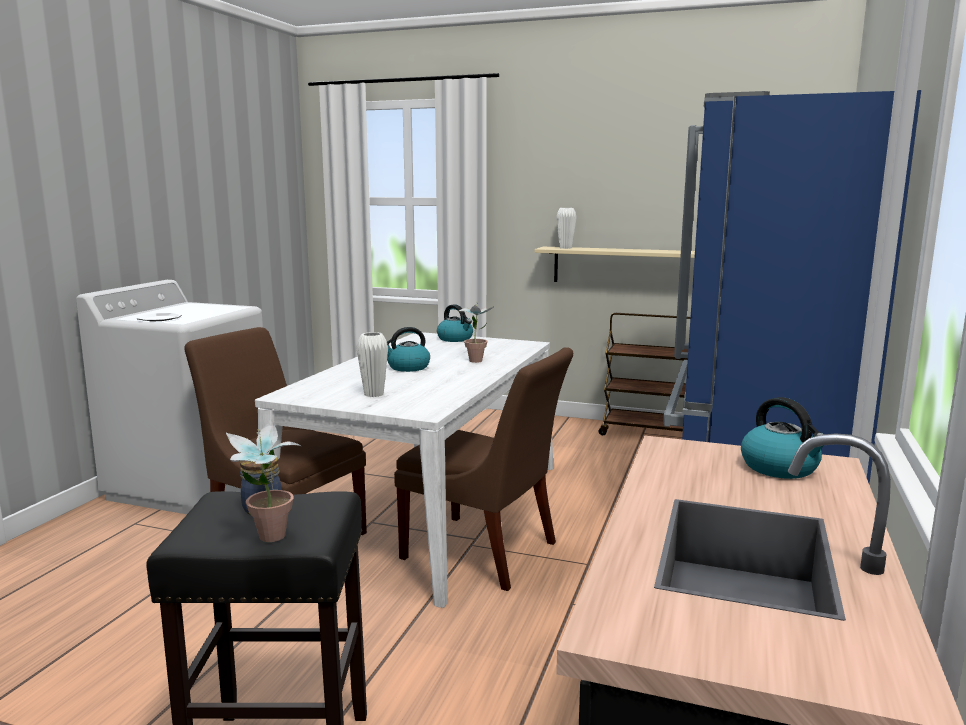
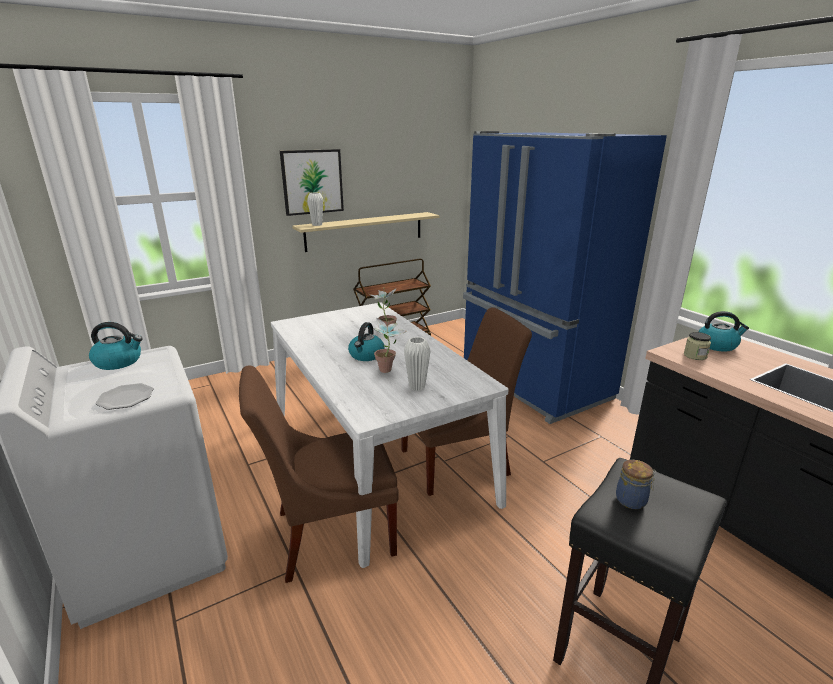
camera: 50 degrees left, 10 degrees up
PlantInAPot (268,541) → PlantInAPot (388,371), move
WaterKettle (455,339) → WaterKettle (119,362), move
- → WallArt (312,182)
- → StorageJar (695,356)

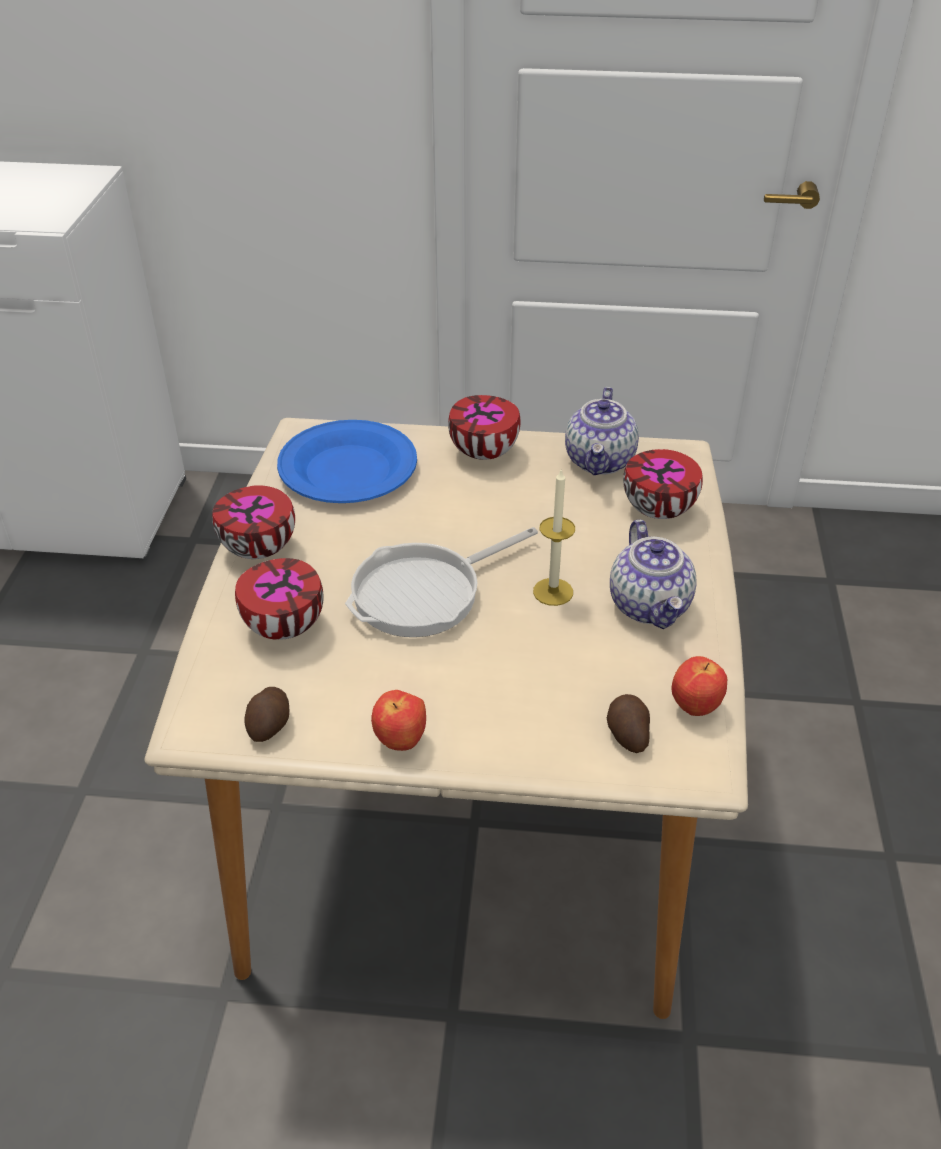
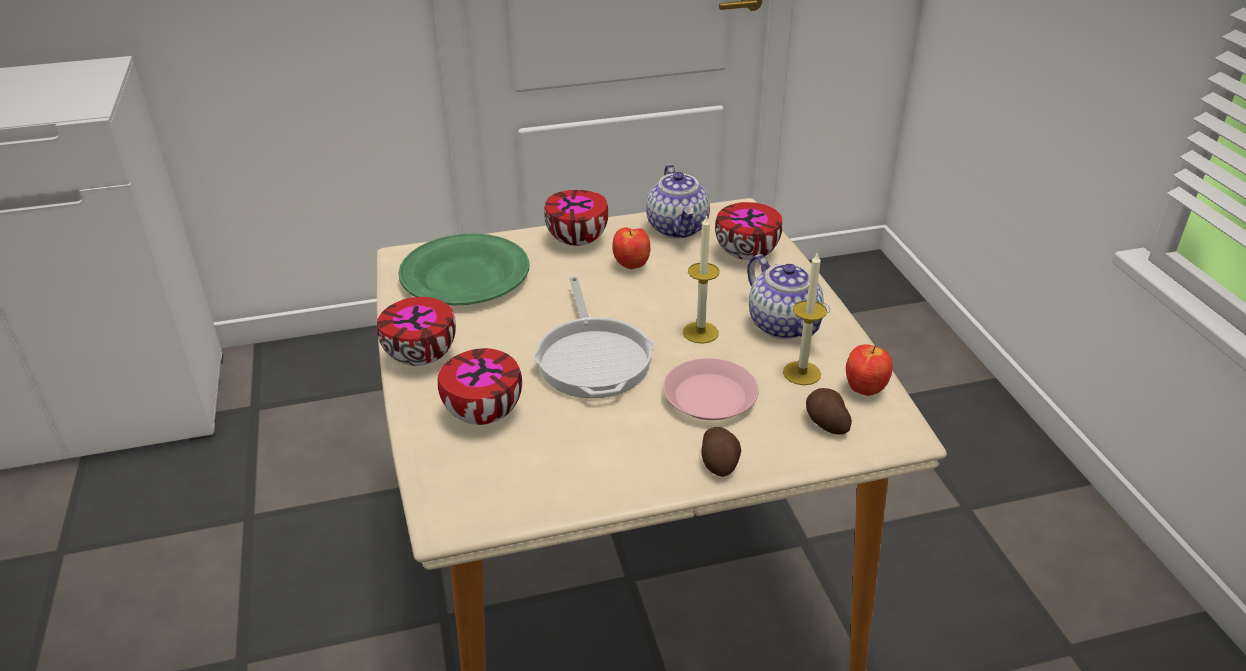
camera: 20 degrees left, 5 degrees down
Potato (270,724) → Potato (719,462), move
BlueFlatDish (348,469) → GreenishFlatDish (466,277)
Pan (424,593) → Pan (593,358), 45 degrees counterclockwise
Apple (401,741) → Apple (632,266), move
- → PinkFlatDish (710,397)
- → WaxLight (802,373)

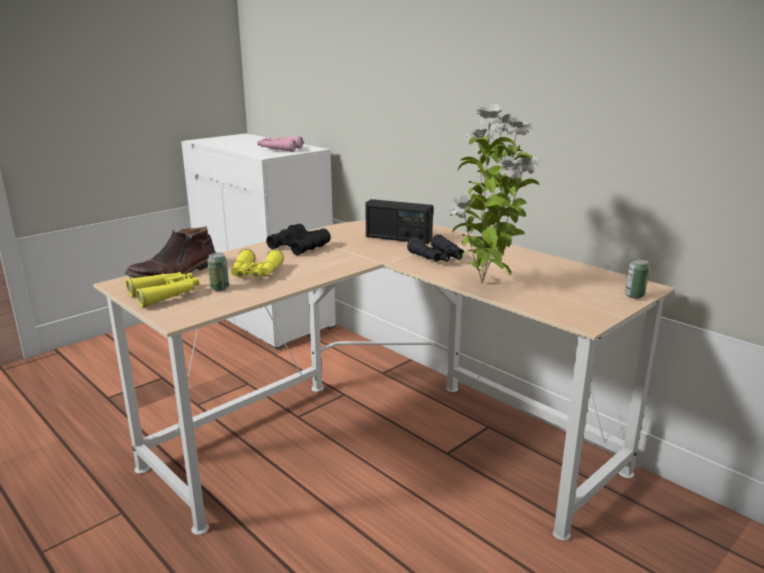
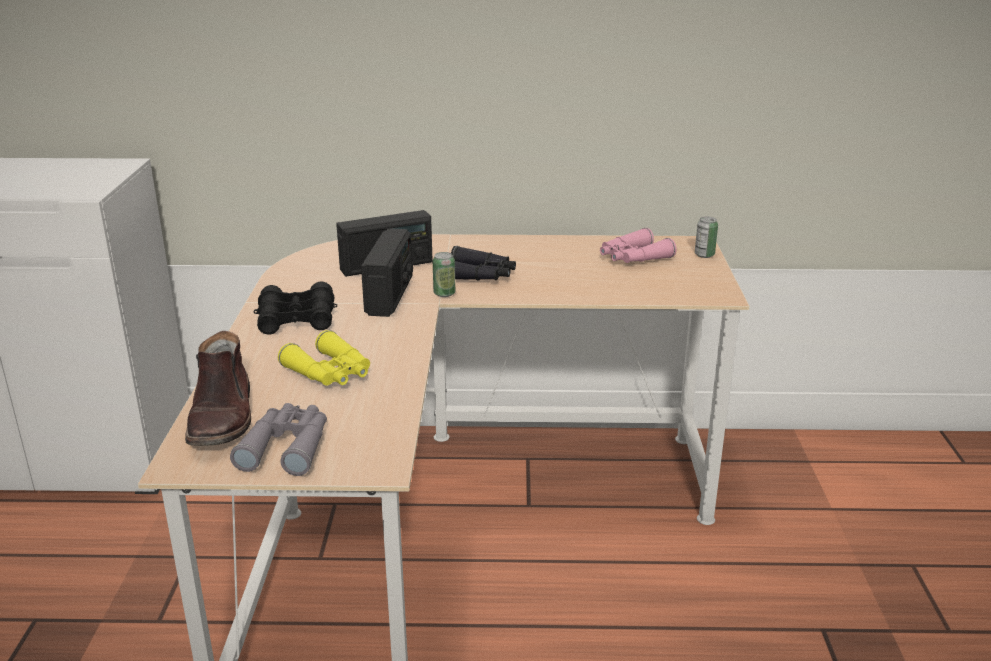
camera: 45 degrees left, 5 degrees up
YellowColouredBinoculars (166,294) → GreyBinoculars (287,447)
MetalCan (219,288) → MetalCan (444,293), move
PinkBinoculars (279,149) → PinkBinoculars (633,258), move
PlantInAPot (485,283) → -
- → RadioSet (390,295)

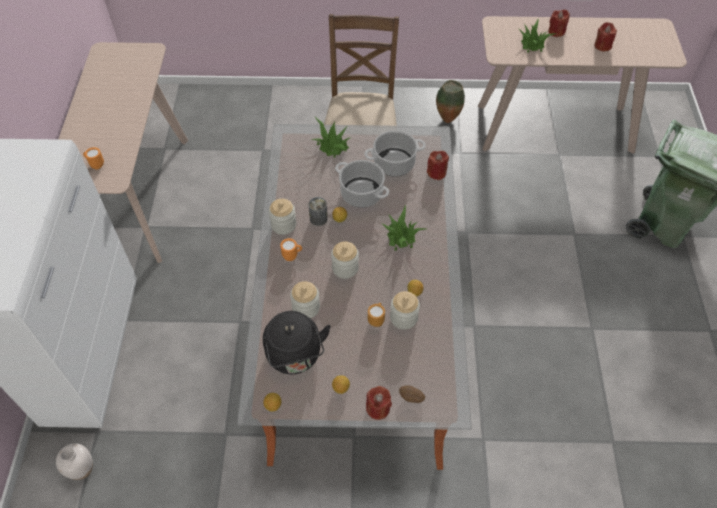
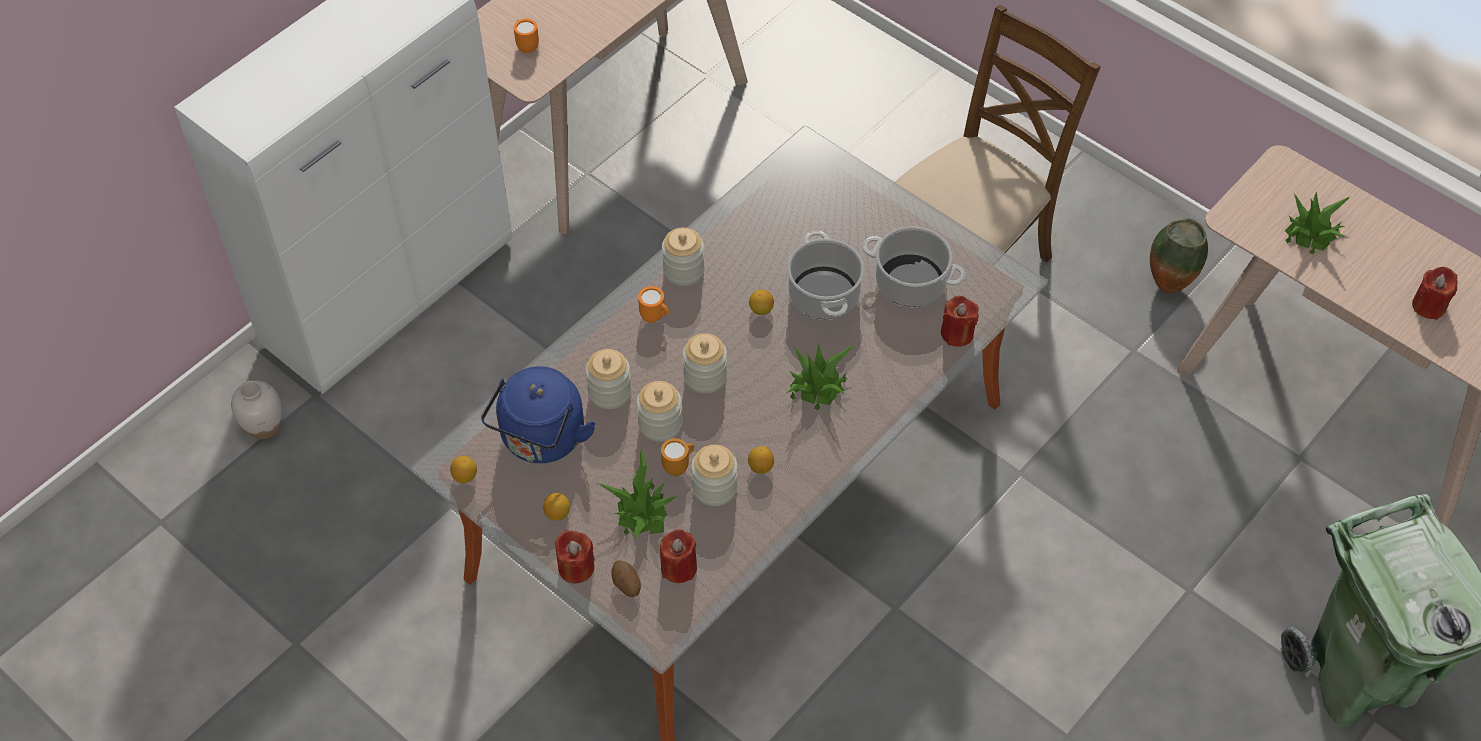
camera: 40 degrees right, 0 degrees up
BlackishWaterKettle (295,357) → BlueWaterKettle (541,440)
MetalCan (318,218) → -
PlantInAPot (332,145) → PlantInAPot (642,510), move
RedWaxLight (556,32) → RedWaxLight (679,567), move
- → StorageJar (660,424)

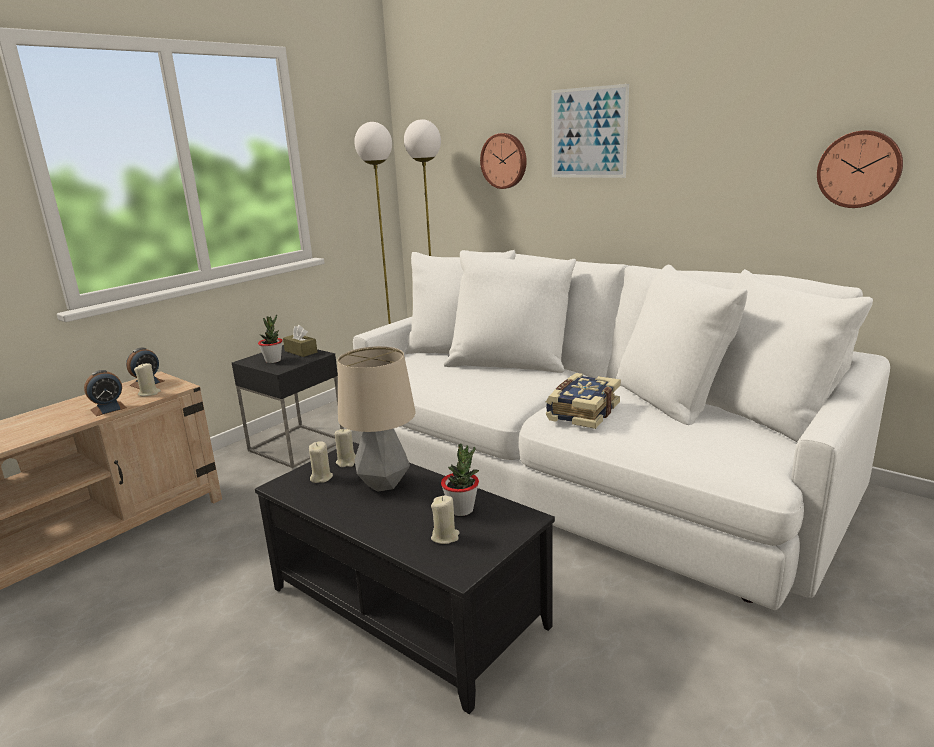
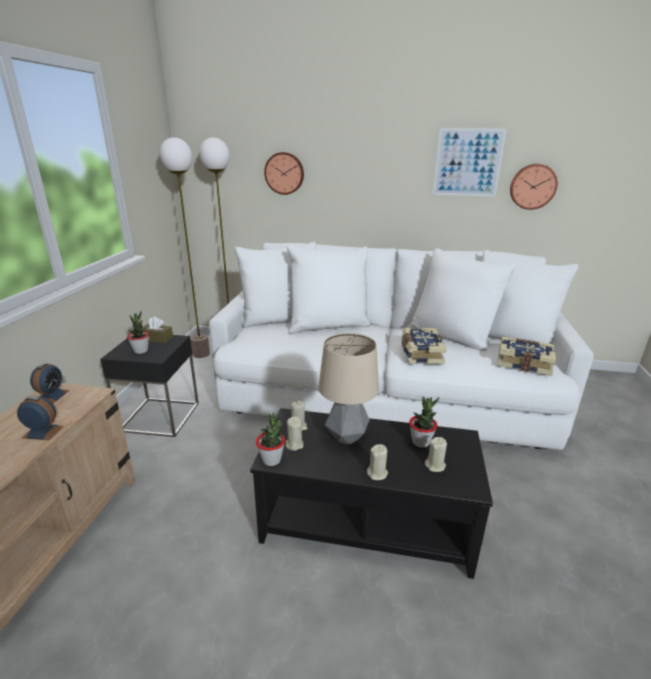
camera: 30 degrees left, 5 degrees up
BedsideClock (108,409) → BedsideClock (43,432), 105 degrees counterclockwise
SandColouredWaxLight (149,393) → SandColouredWaxLight (377,473), move
WallArt (588,133) → WallArt (468,162), move
- → PlantInAPot (271,460)
- → Book (523,363)

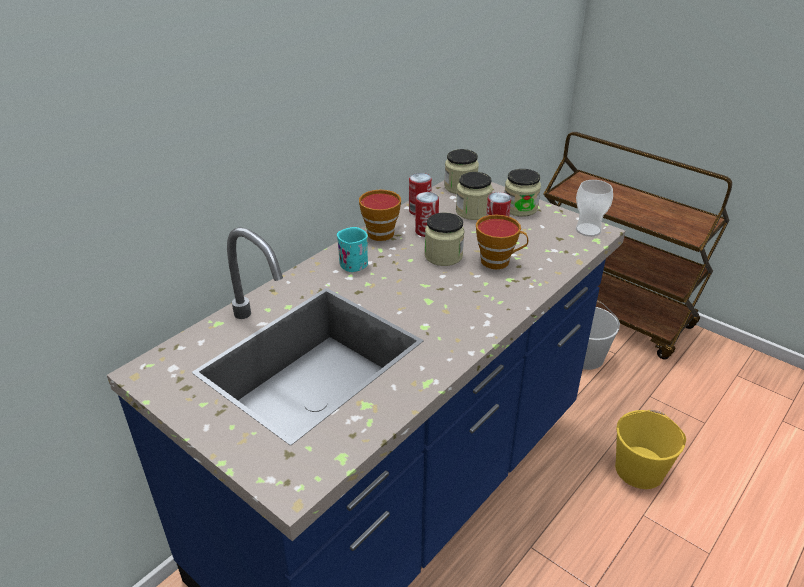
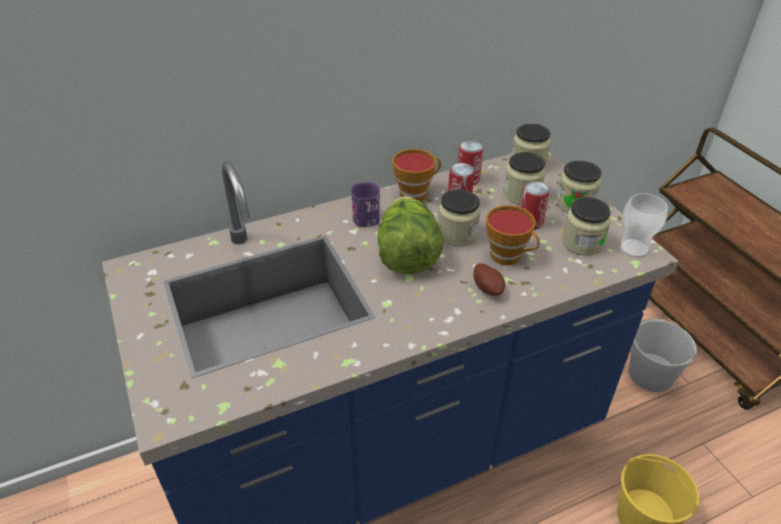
camera: 25 degrees right, 5 degrees up
BlueGreenTeaMug (350,262) → PurplishTeaMug (365,215)
- → LettuceHead (407,255)
- → Potato (488,288)
- → StorageJar (582,243)

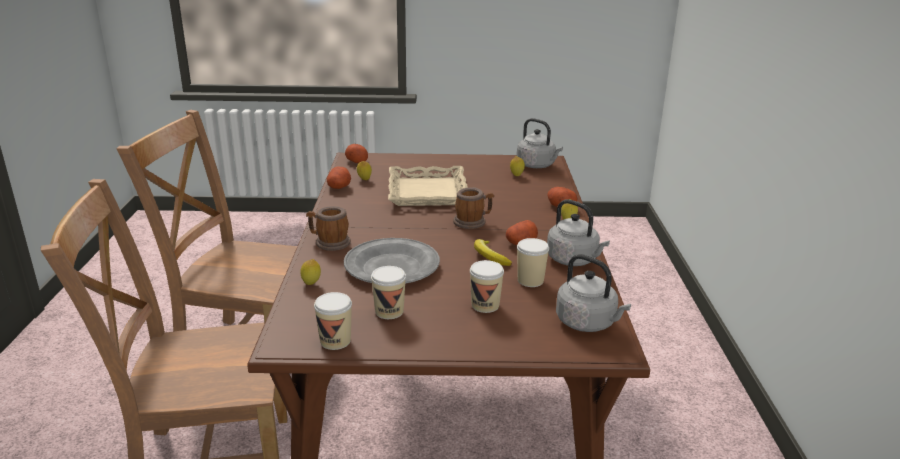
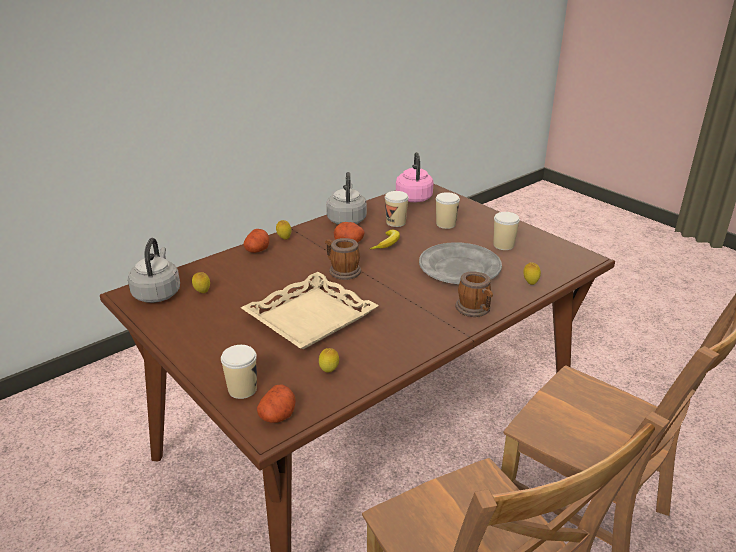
camera: 130 degrees left, 5 degrees up
DrinkingCup (335,341) → DrinkingCup (242,389), move
Potato (339,187) → -
GreyWaterKettle (588,323) → PinkWaterKettle (413,197)

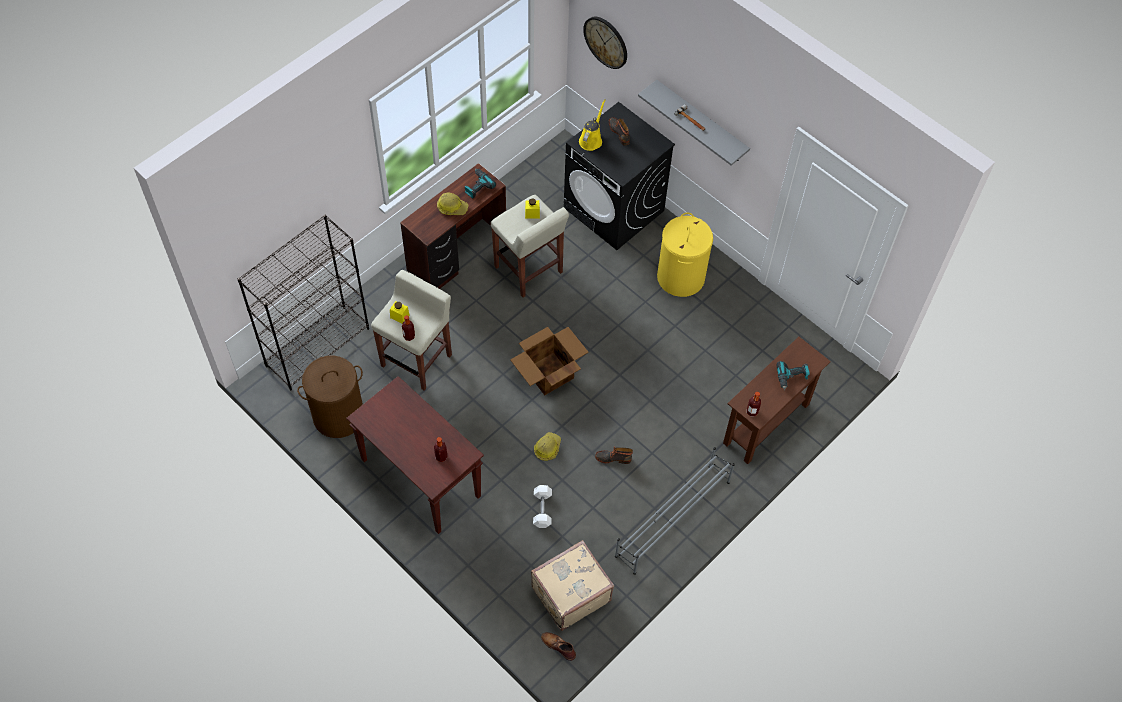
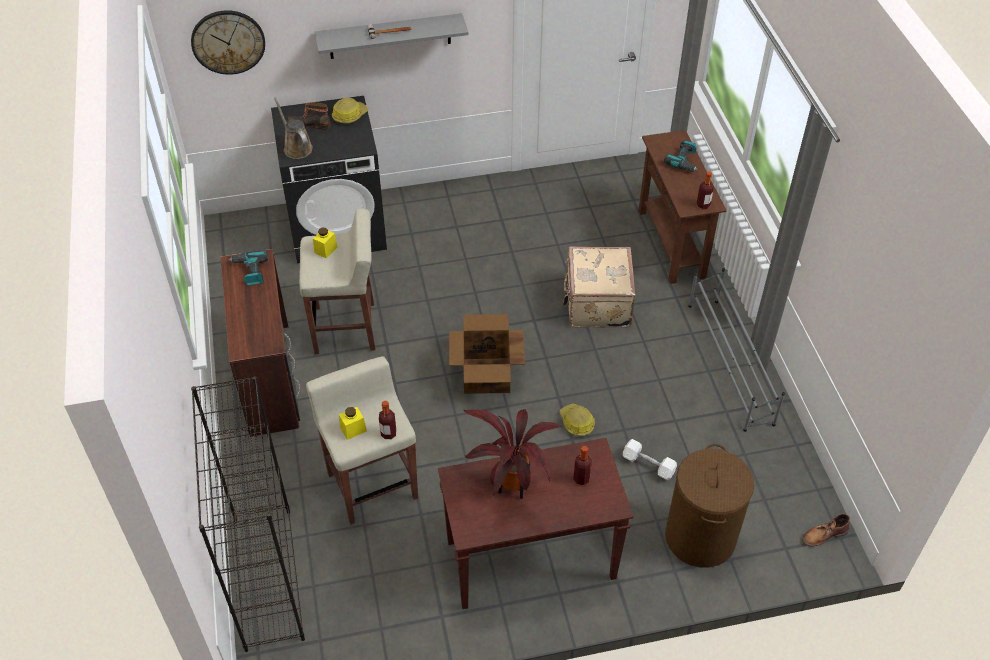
camera: 55 degrees left, 10 degrees down
BrownishLaundryBasket (338,416) → BrownishLaundryBasket (700,537), move
SafetyHelmet (452,207) → SafetyHelmet (349,115), move
SandColouredTravelCase (569,593) → SandColouredTravelCase (596,304), move
YellowColouredSprinklingCan (591,139) → BrownishSprinklingCan (296,147)
HighTopBoot (613,458) → -
YellowColouredLaundryBasket (680,277) → -
- → PlantInAPot (510,488)

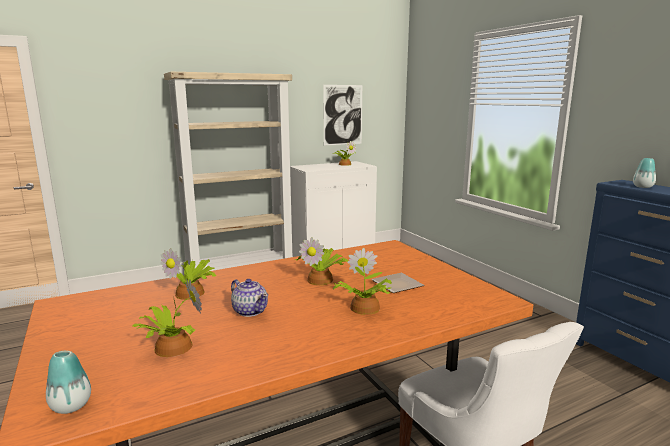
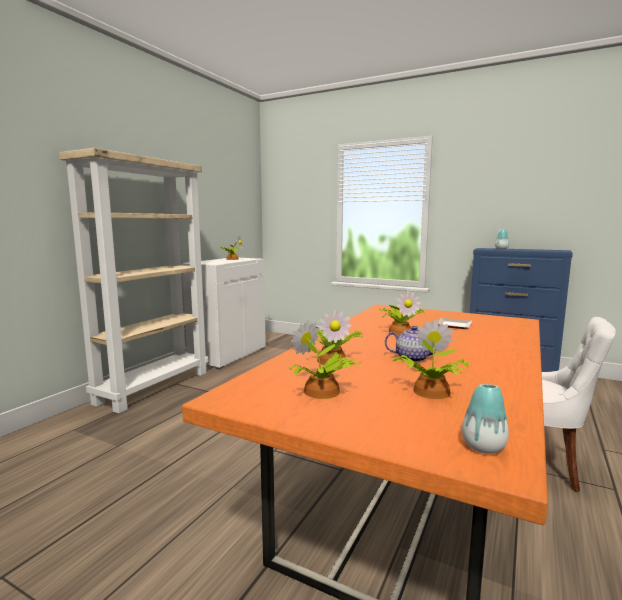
camera: 35 degrees left, 5 degrees down
WallArt (343,115) → -
PlantInAPot (364,308) → PlantInAPot (322,392), move

